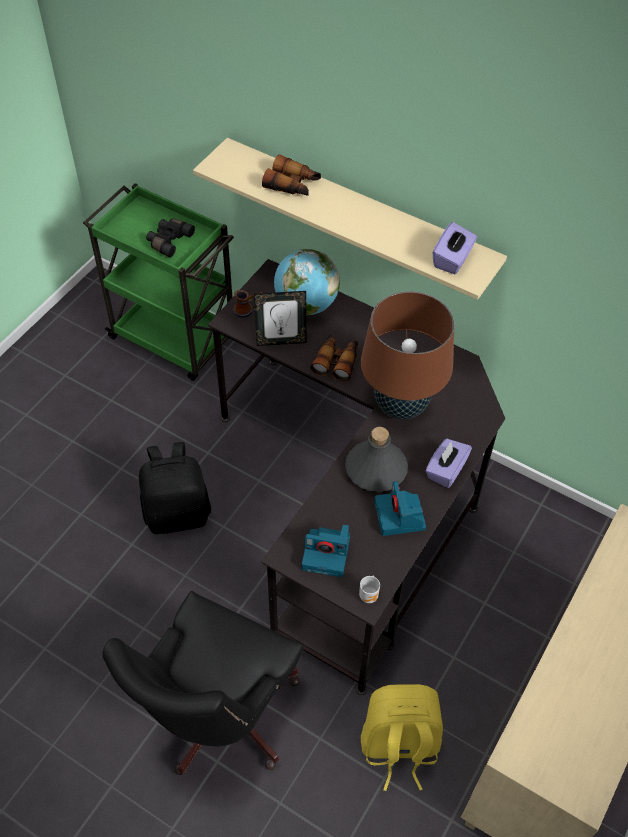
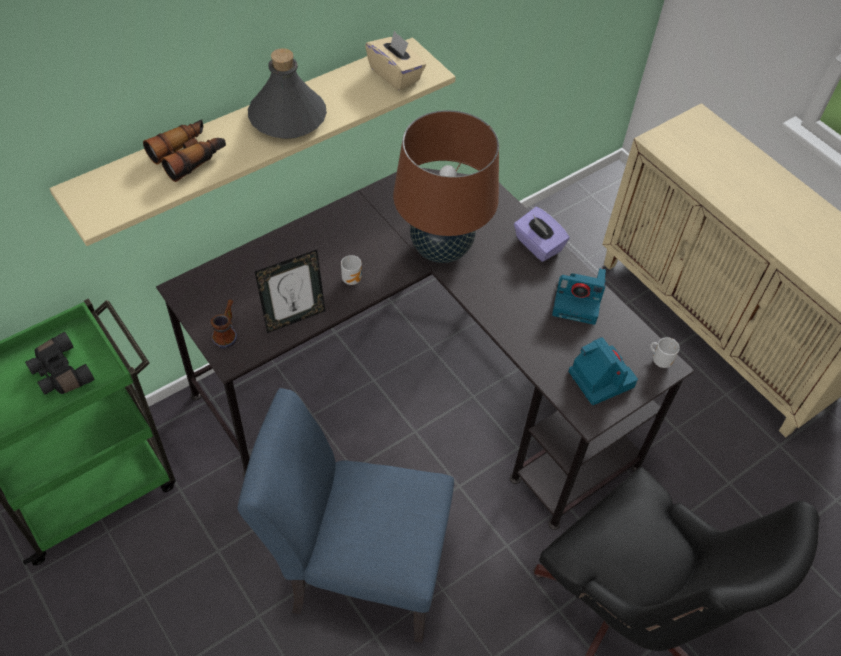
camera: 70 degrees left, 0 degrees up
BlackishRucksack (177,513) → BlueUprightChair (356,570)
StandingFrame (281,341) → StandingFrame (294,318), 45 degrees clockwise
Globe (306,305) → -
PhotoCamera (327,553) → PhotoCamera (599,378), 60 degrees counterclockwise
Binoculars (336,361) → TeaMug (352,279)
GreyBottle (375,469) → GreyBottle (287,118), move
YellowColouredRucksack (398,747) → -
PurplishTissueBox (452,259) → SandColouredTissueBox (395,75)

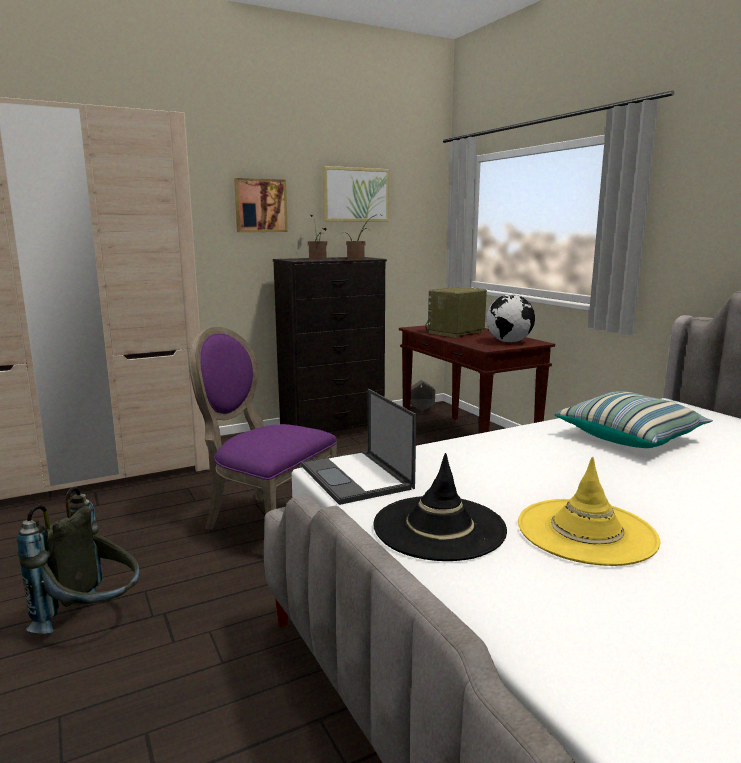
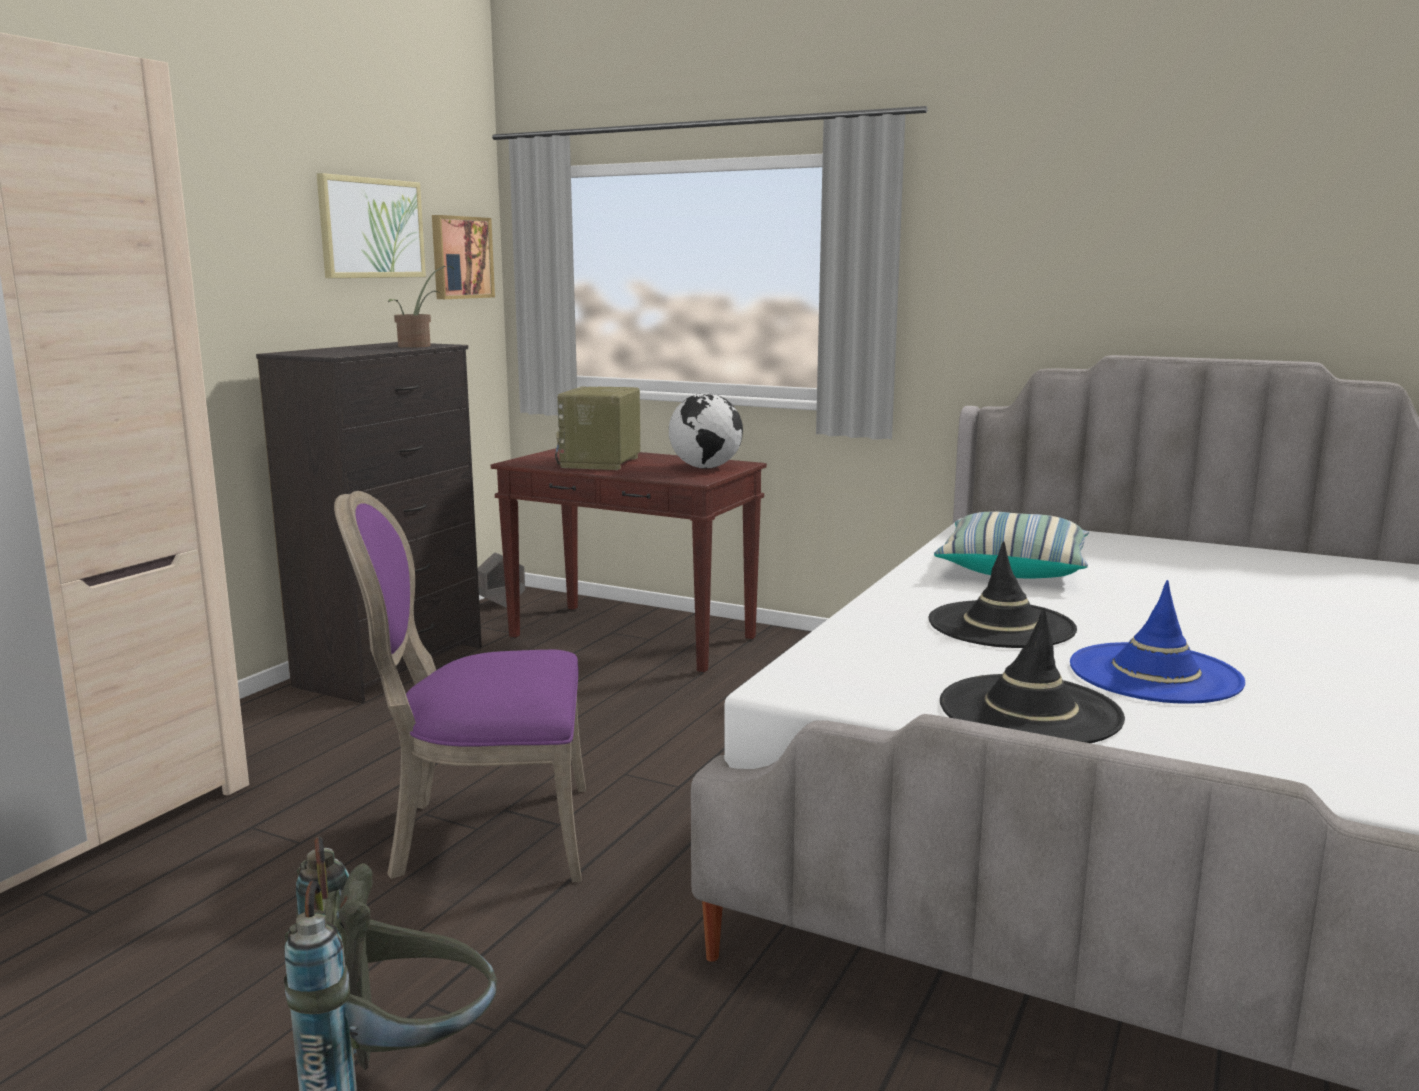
camera: 35 degrees left, 0 degrees up
WallArt (260,205) → WallArt (460,257), move
PortableComputer (357,477) → -
PlantInAPot (317,258) → -
YellowColouredHat (586,531) → BlueHat (1155,674)
- → BlackishHat (1001,625)

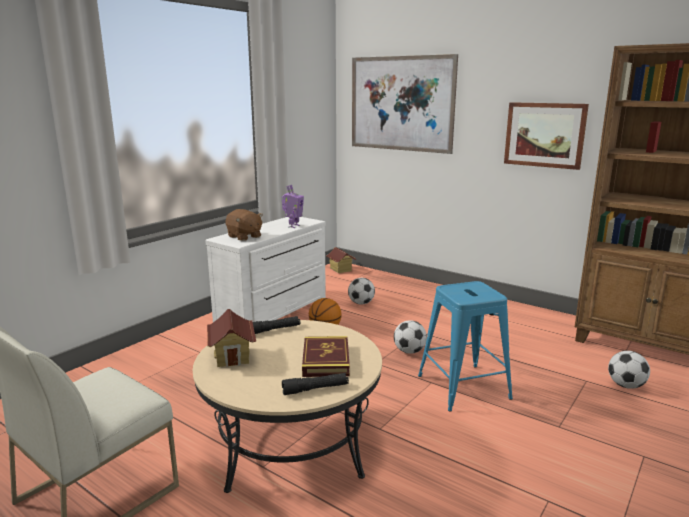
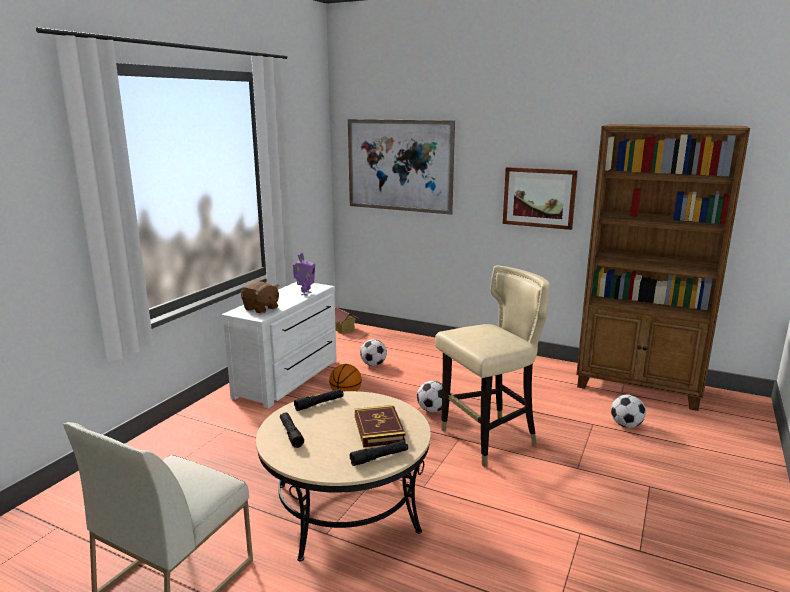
camera: 10 degrees left, 0 degrees up
ToyHouse (233,356) → BlackishHandTorch (291,434)
BlueStoolSeat (462,387) → SandColouredUprightChair (488,440)

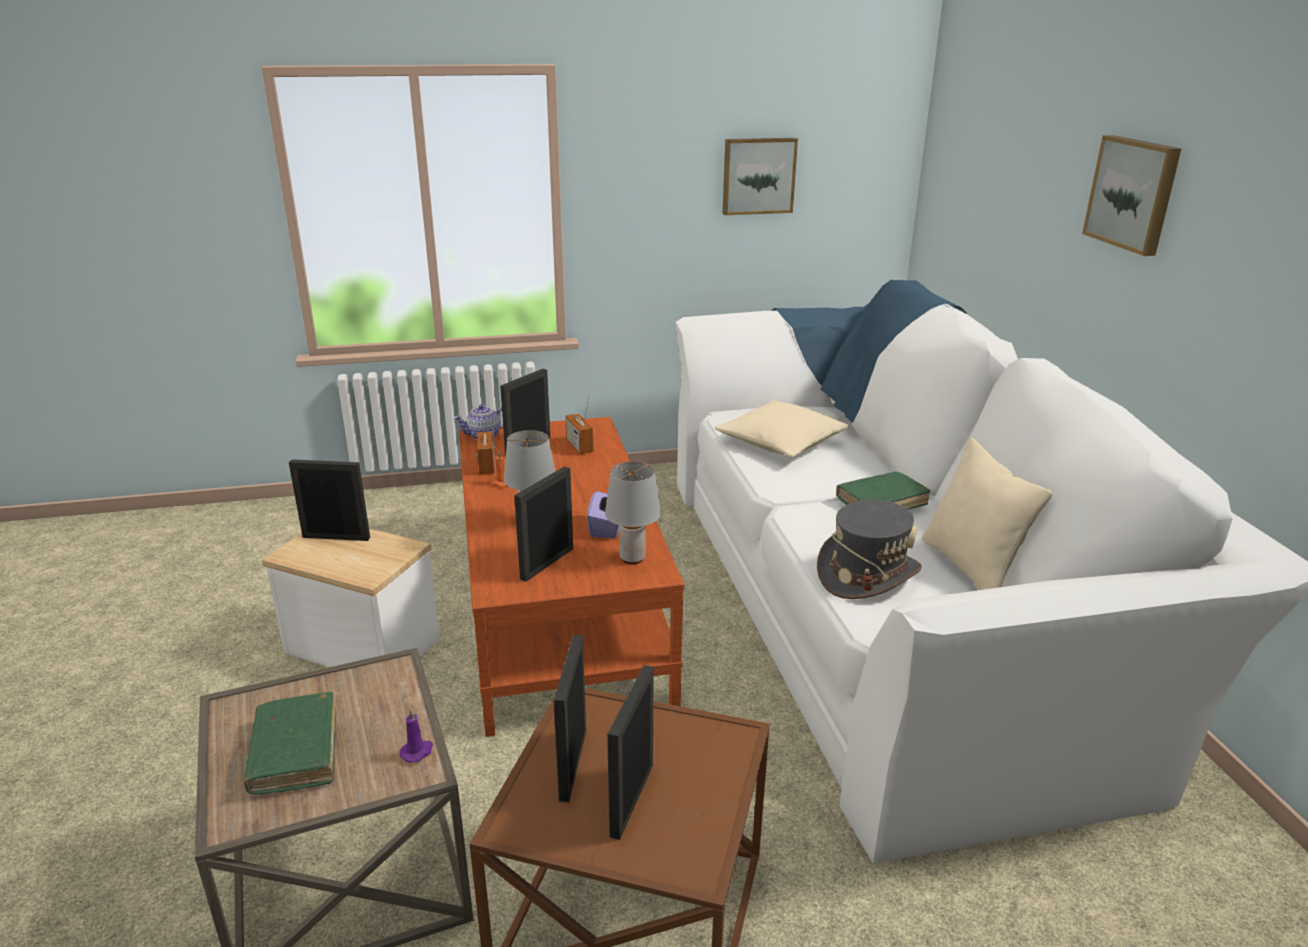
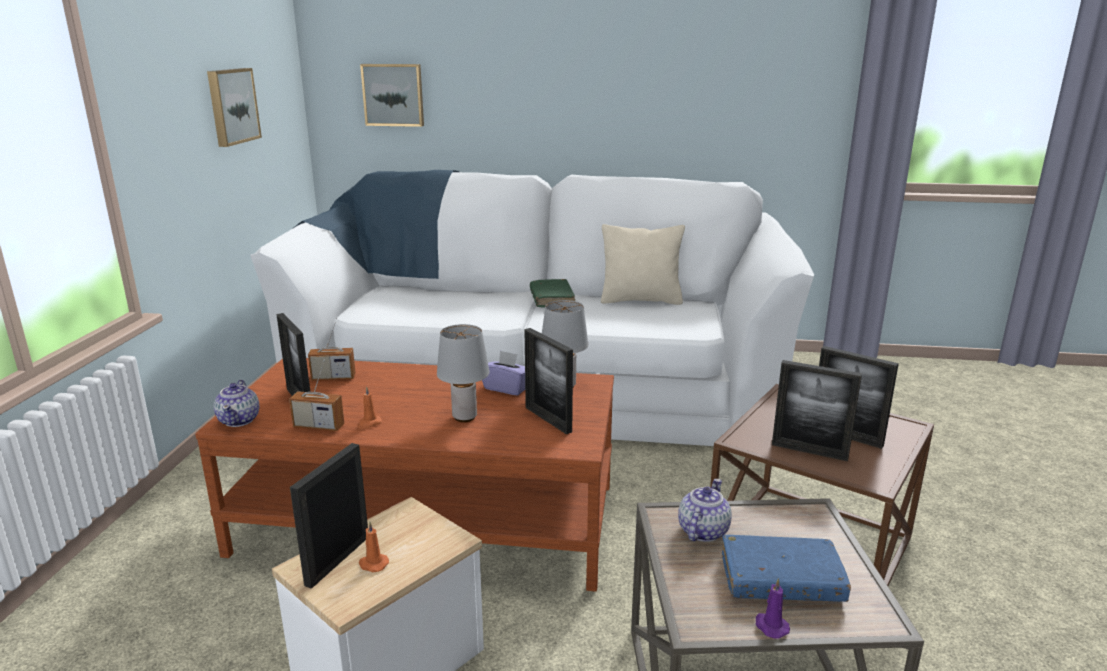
camera: 70 degrees left, 5 degrees down
GreenishBook (295,753) → BlueBook (781,580)
PurplishWaxLight (417,752) → PurplishWaxLight (770,626), move
SandColouredThrowPillow (780,443) → -
GreyHat (867,574) → -
WallArt (1133,194) → WallArt (393,95), move
- → OrangeWaxLight (373,564)
- → Teapot (702,530)

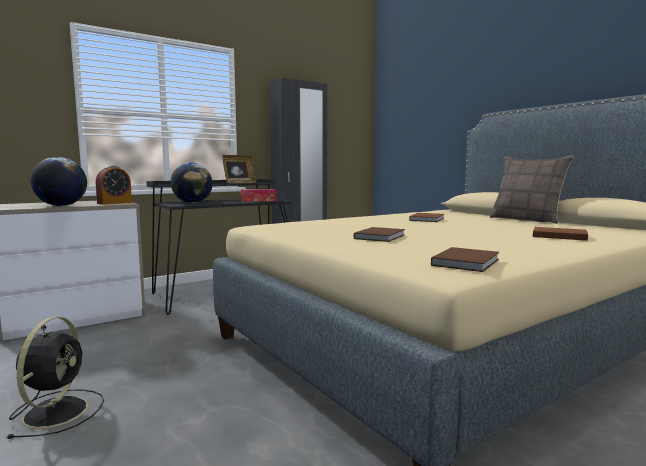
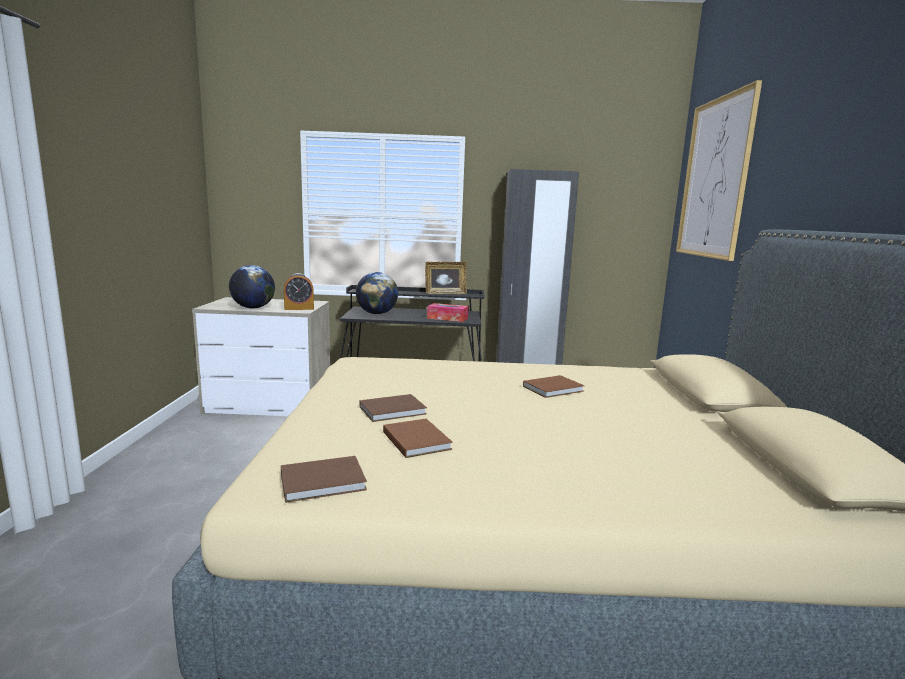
camera: 35 degrees right, 5 degrees up
BlackishCoolingFan (57,411) → -
ThrowPillow (526,220) → -
BrownishBook (557,236) → BrownishBook (416,439), move
- → WallArt (715,178)

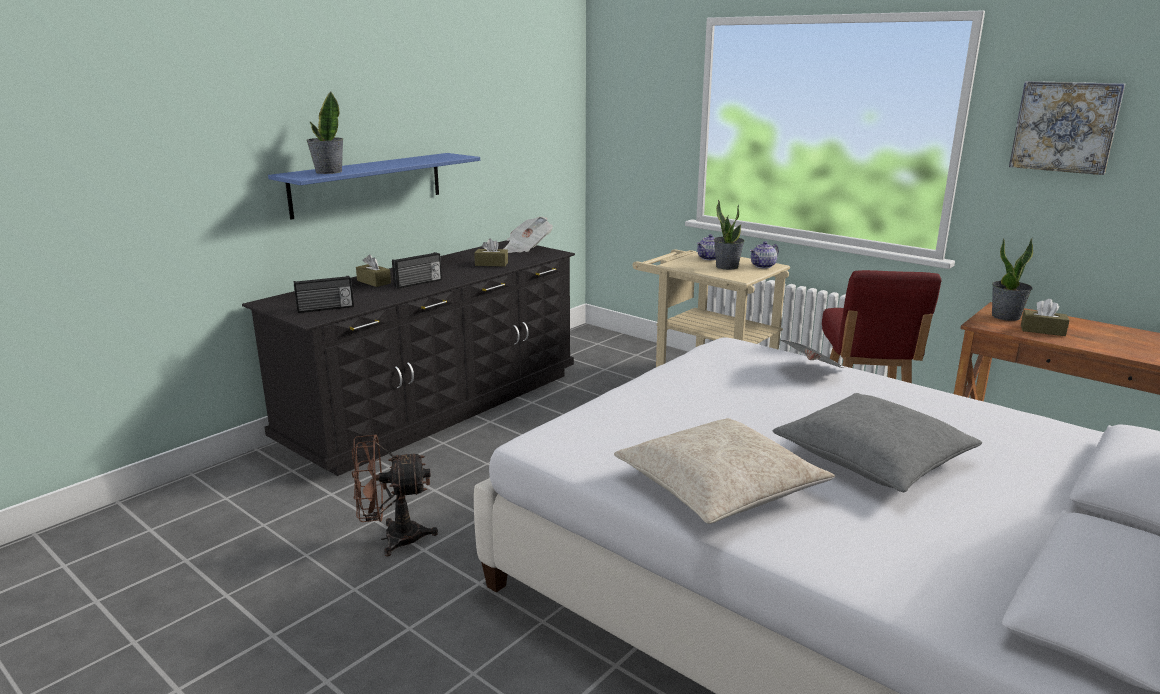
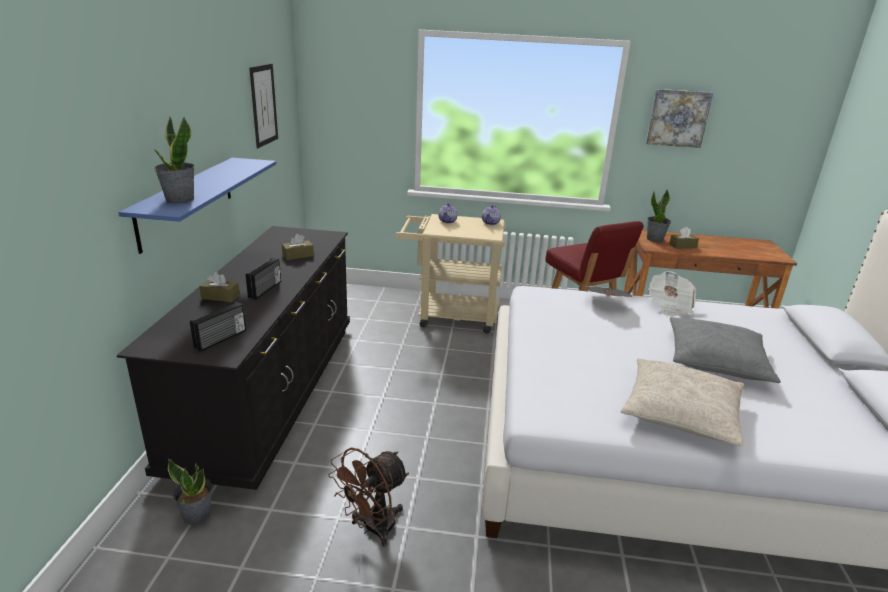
camera: 35 degrees left, 5 degrees up
DailyPaper (526,248) → DailyPaper (669,306), move
PlantInAPot (727,266) → PlantInAPot (197,514), move
- → WallArt (263,105)

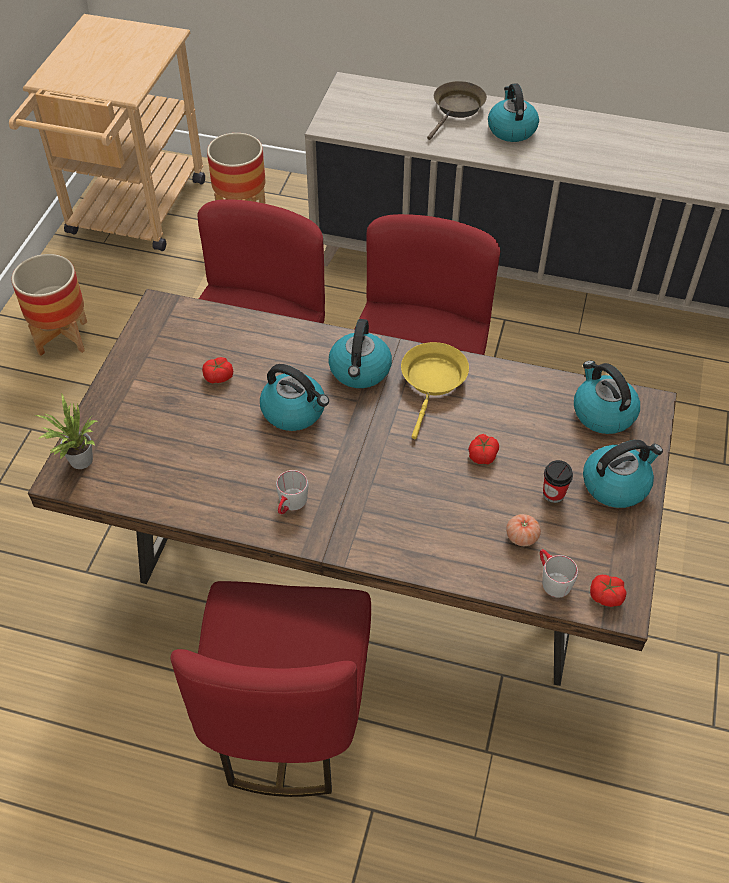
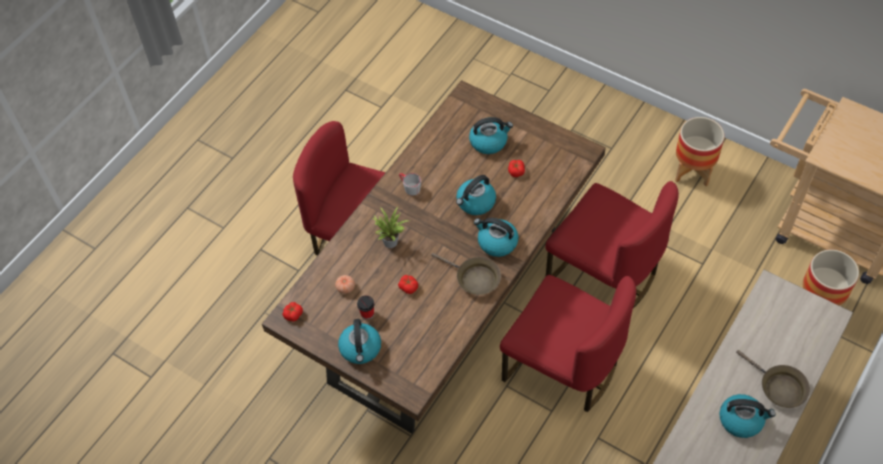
camera: 110 degrees right, 5 degrees up
PlantInAPot (78,461) → PlantInAPot (390,241), move
YellowColouredPan (433,382) → BrownishPan (474,278)
GreyTeaMug (551,579) → -
WaterKettle (602,413) → WaterKettle (489,141), move

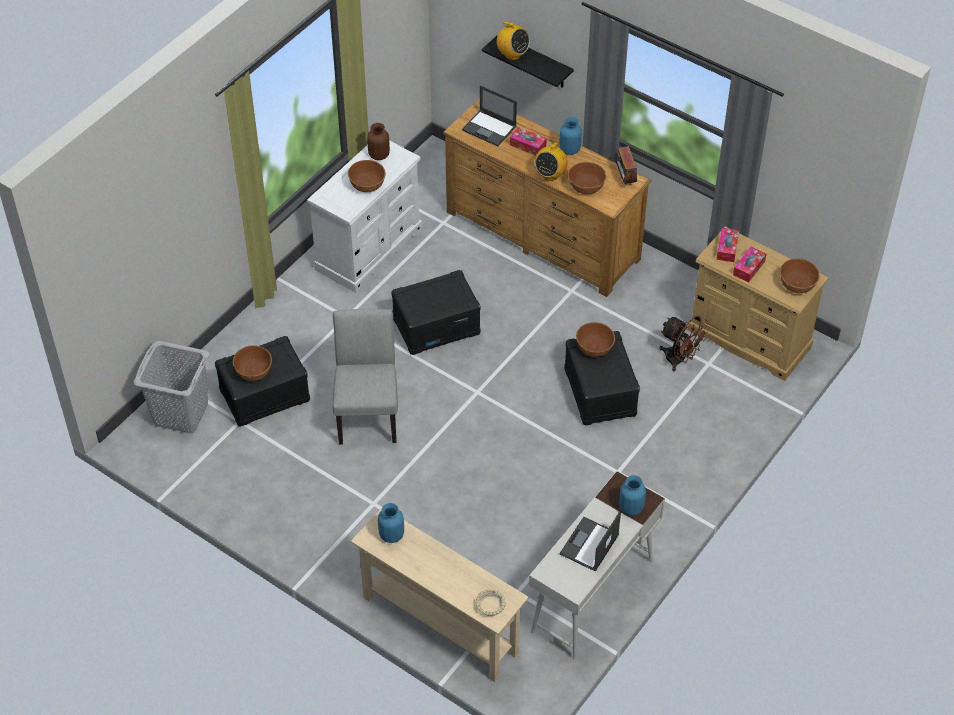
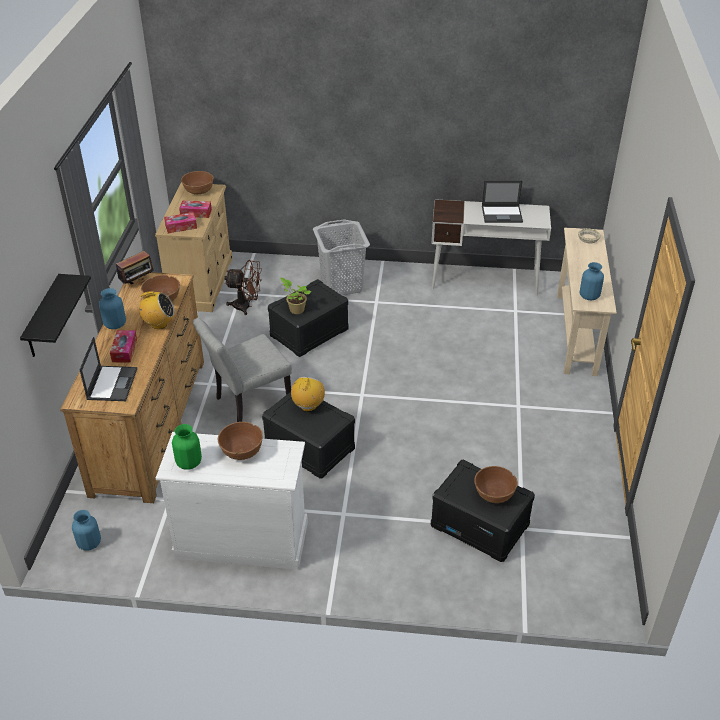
camera: 120 degrees left, 10 degrees down
GreyLaundryBasket (181,414) → GreyLaundryBasket (342,285), move
GreyUprightChair (368,412) → GreyUprightChair (248,404), move
BrownishDecorativeVase (379,155) → GreenishDecorativeVase (189,462)
RadioSet (512,54) → RadioSet (308,406), move
BrownishBowl (594,348) → PlantInAPot (296,309)
BlueDecorativeVase (631,507) → BlueDecorativeVase (89,543), move
BrownishCoolingFan (680,360) → BrownishCoolingFan (246,306), 90 degrees clockwise

